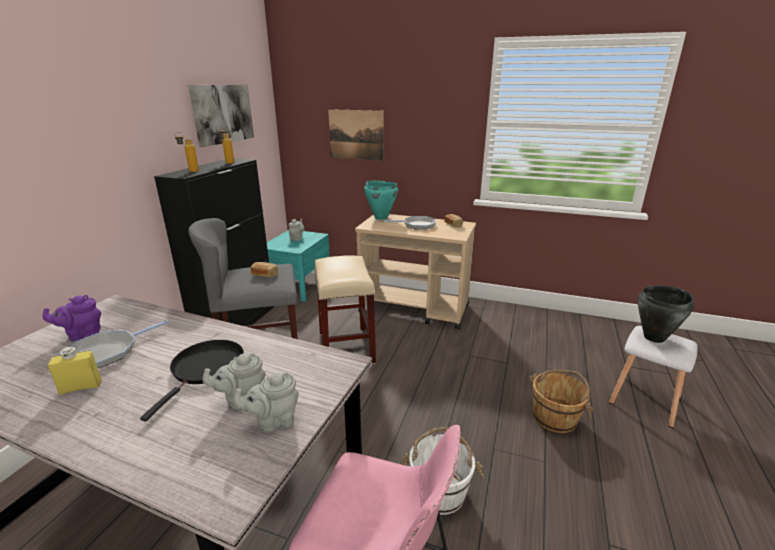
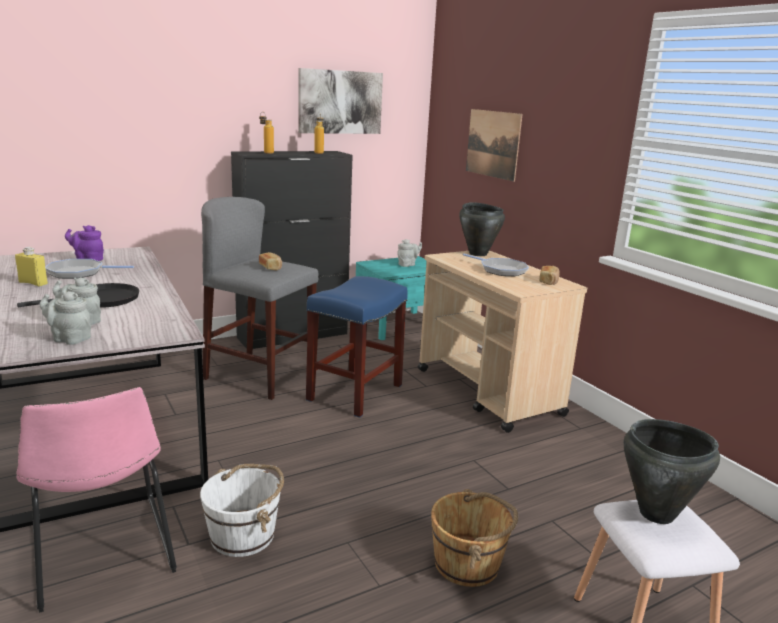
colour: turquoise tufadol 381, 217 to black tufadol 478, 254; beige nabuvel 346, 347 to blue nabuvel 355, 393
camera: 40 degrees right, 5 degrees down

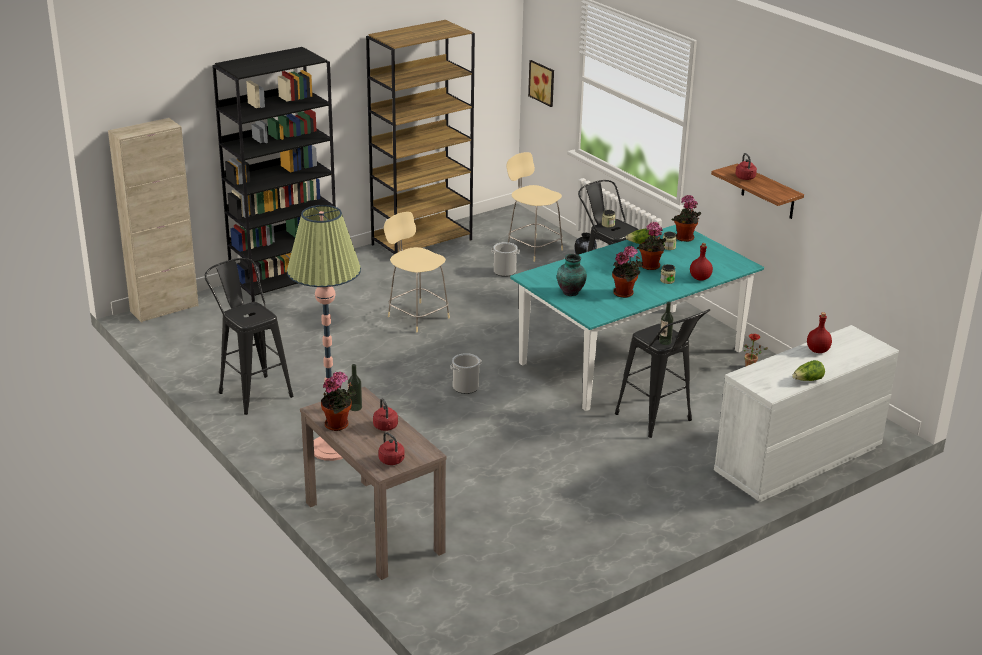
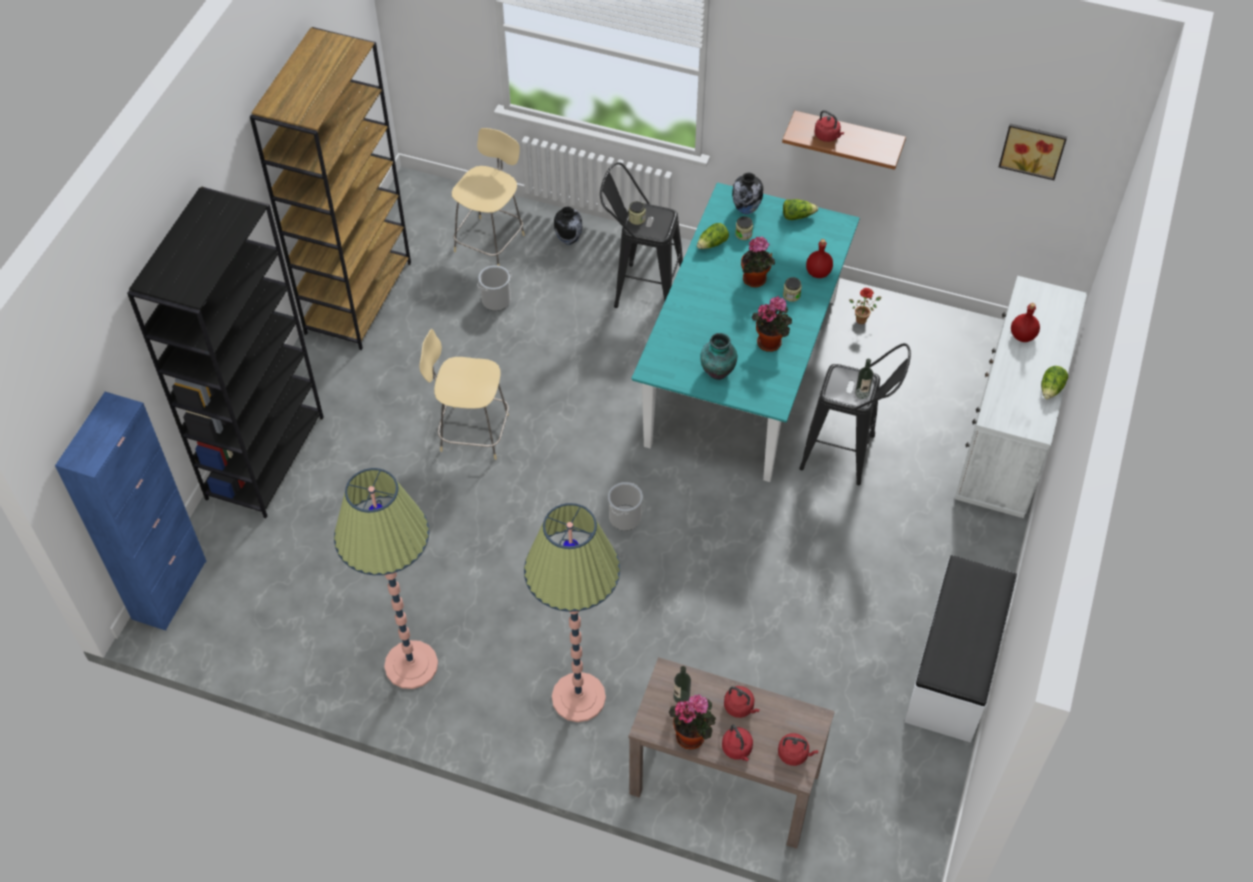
appeared: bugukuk 797, 216; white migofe 955, 667; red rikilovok 737, 749
relocated: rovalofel 543, 82 to 1033, 149
exchanged: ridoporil 684, 239 to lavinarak 746, 210; black nabuvel 252, 391 to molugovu 411, 665
colour: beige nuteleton 164, 309 to blue nuteleton 169, 590
spun: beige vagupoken 533, 248 = 491, 241 105 degrees clockwise
camera: 35 degrees left, 25 degrees up

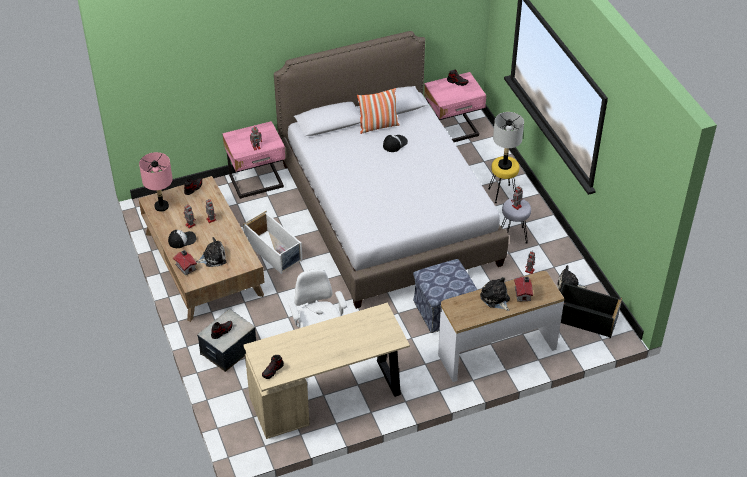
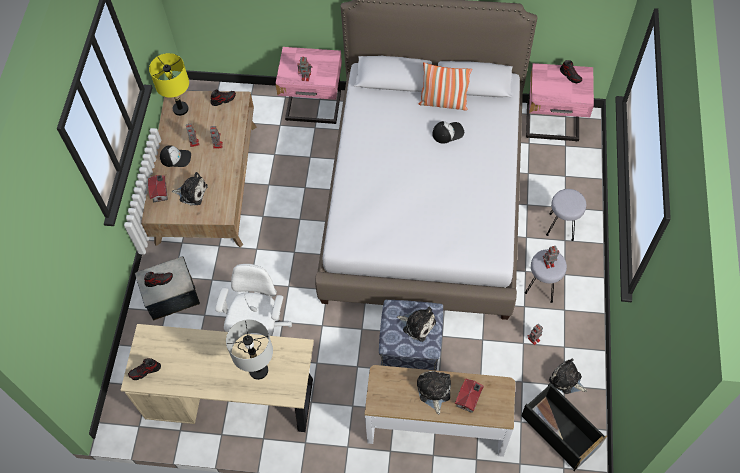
missing: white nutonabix 274, 252
appeared: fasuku 417, 324
relocated: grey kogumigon 505, 165 to 258, 370
colour: pink kogumigon 161, 206 to yellow kogumigon 181, 109; yellow nabuvel 503, 194 to grey nabuvel 562, 227
camera: 30 degrees right, 15 degrees up

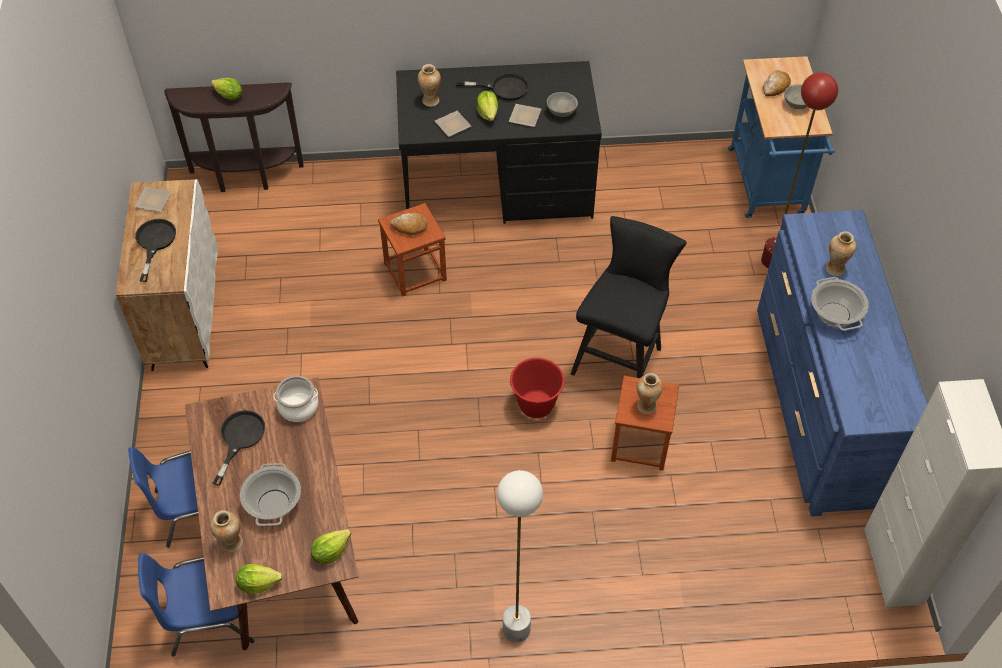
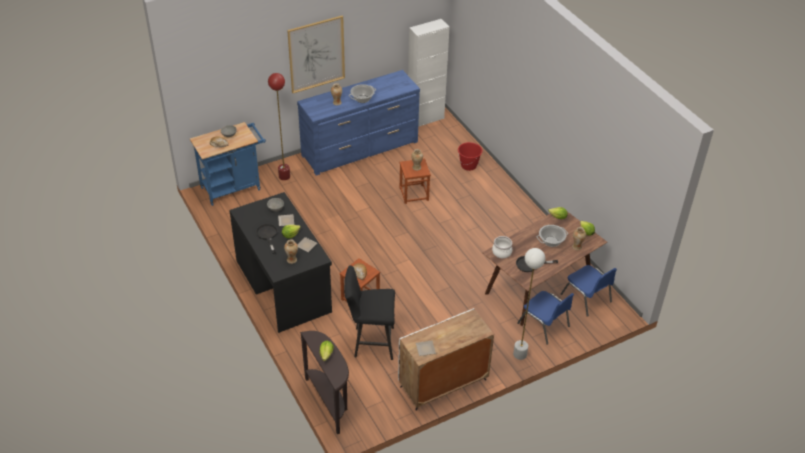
missing: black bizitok 154, 243
appeared: rovalofel 316, 54
relocated: black nabuvel 620, 357 to 370, 342; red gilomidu 536, 405 to 468, 165; white molugovu 516, 629 to 520, 354
camera: 115 degrees left, 10 degrees down

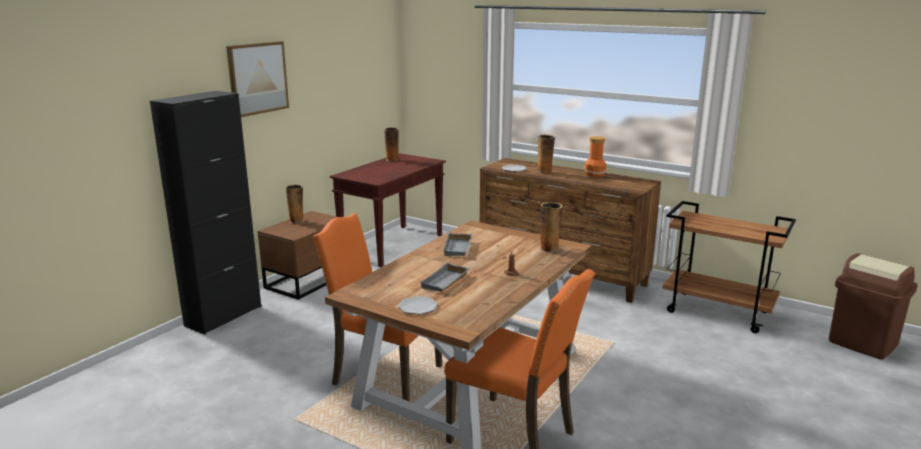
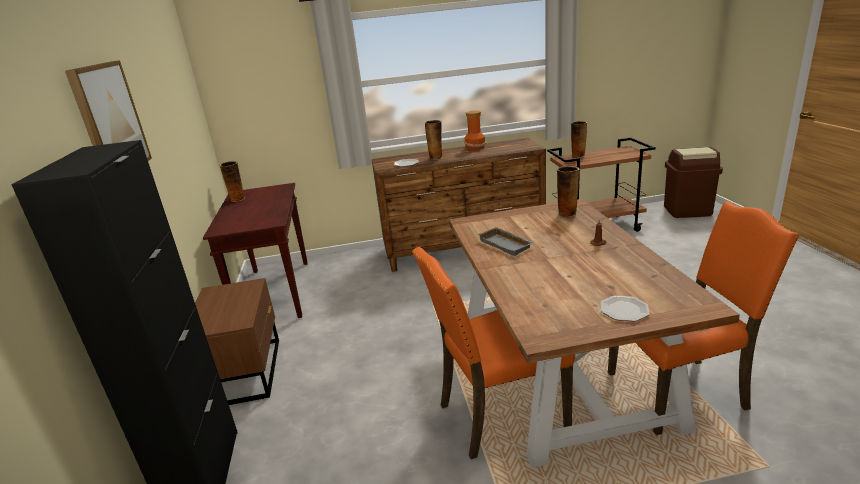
missing: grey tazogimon 446, 282
relocated: lavinarak 297, 221 to 578, 156
camera: 40 degrees left, 5 degrees up

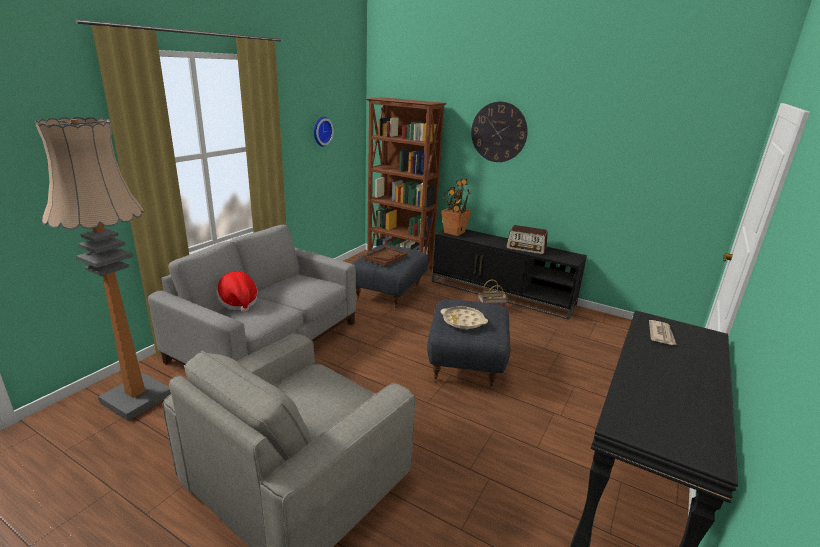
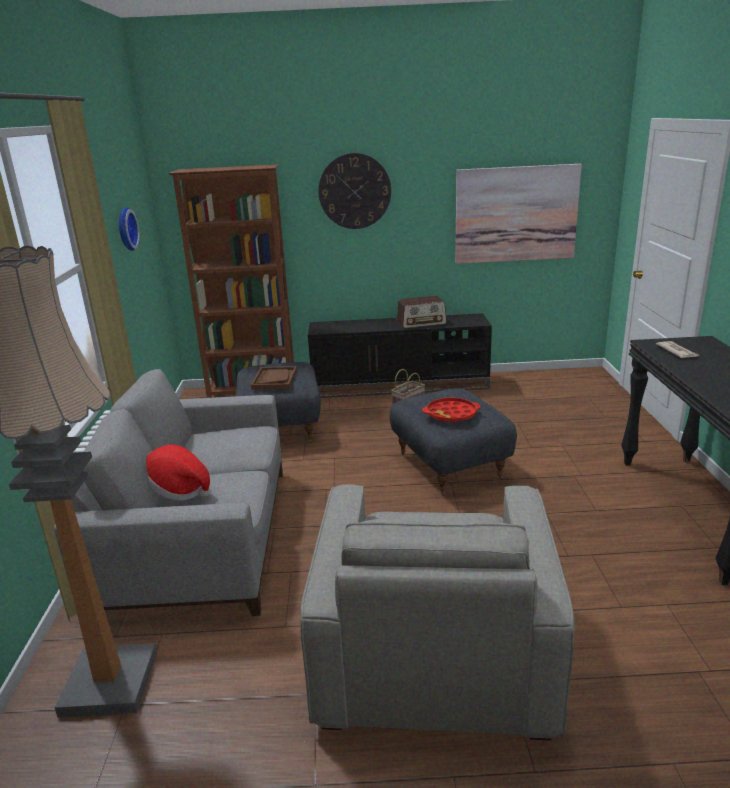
missing: ridoporil 454, 232
appeared: rovalofel 516, 214
colour: beige tazogimon 463, 321 to red tazogimon 451, 414
camera: 30 degrees left, 0 degrees up

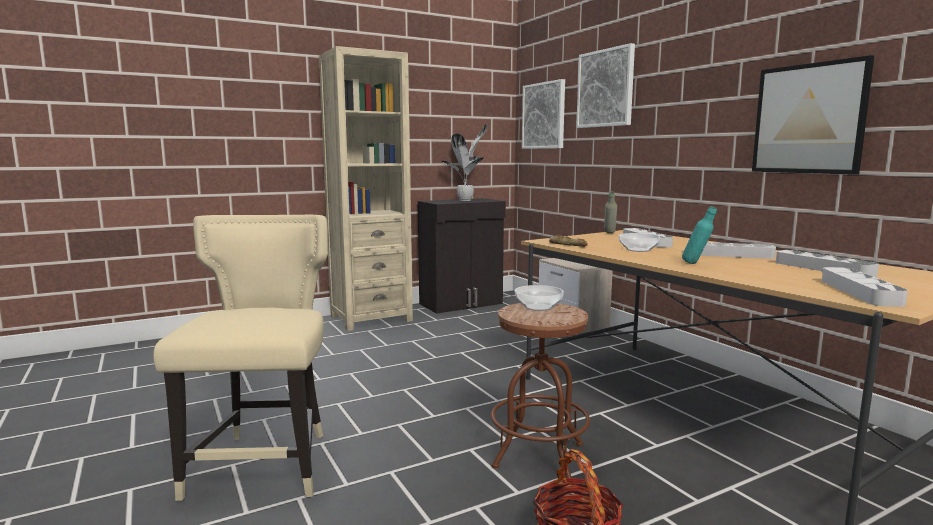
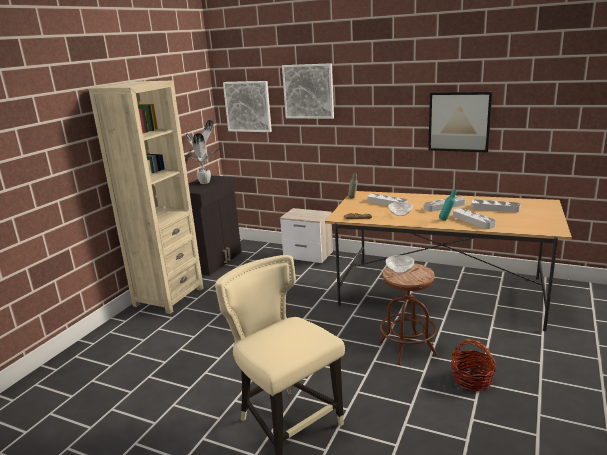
relocated: grey tazogimon 859, 292 to 473, 221
camera: 35 degrees left, 10 degrees up

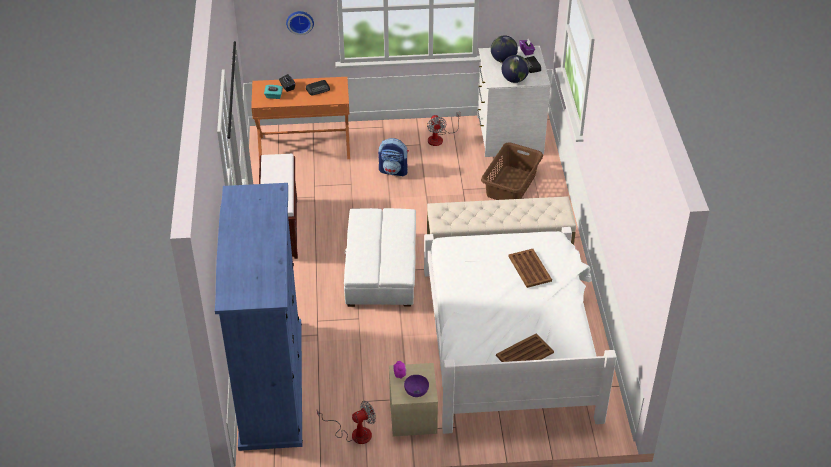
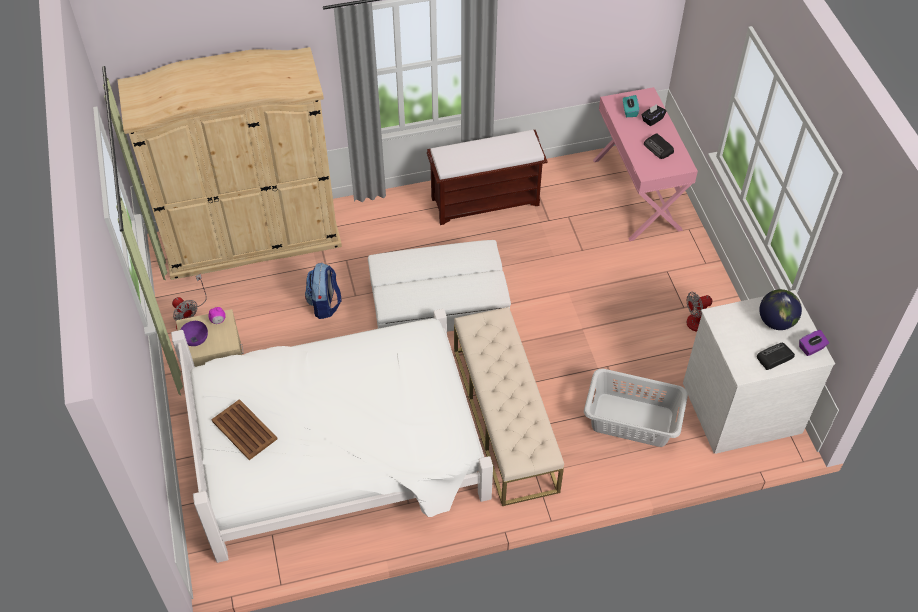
missing: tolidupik 300, 21; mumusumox 514, 80; brown tazogimon 529, 269
relocated: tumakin 394, 171 to 325, 304
colour: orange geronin 304, 147 to pink geronin 637, 194; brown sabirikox 511, 185 to grey sabirikox 632, 421; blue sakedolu 271, 383 to beige sakedolu 252, 239
camera: 80 degrees right, 10 degrees up

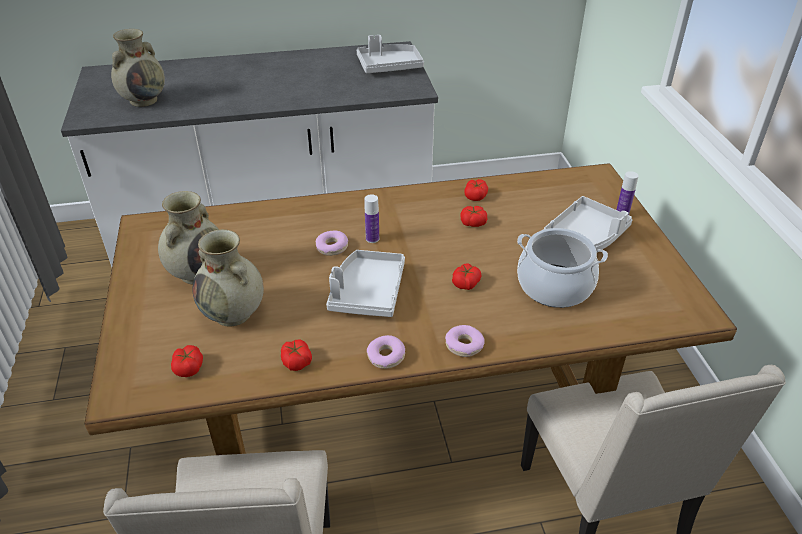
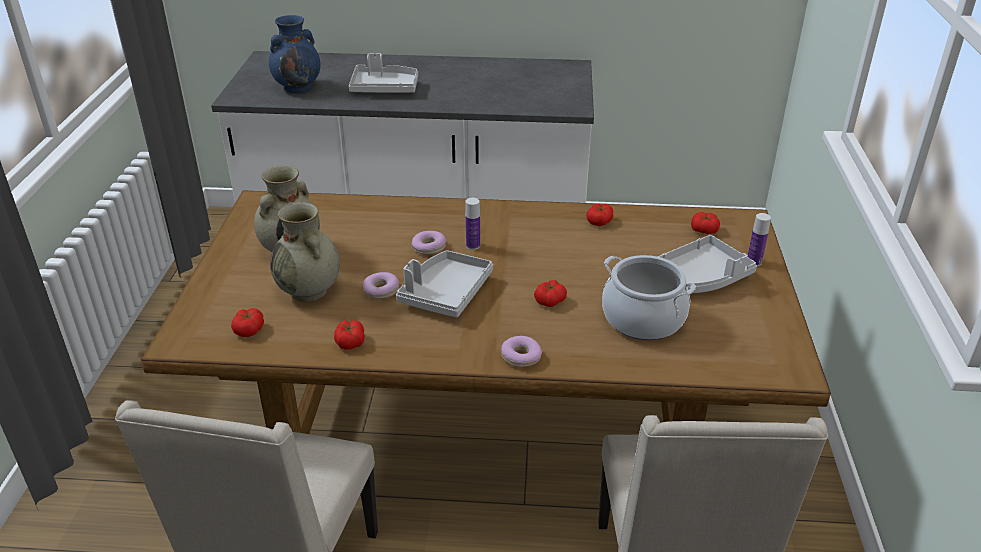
relocated: grey tazogimon 389, 66 to 384, 88; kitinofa 473, 223 to 704, 230; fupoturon 386, 356 to 381, 290
colour: beige lavinarak 144, 100 to blue lavinarak 298, 87
camera: 15 degrees right, 5 degrees down

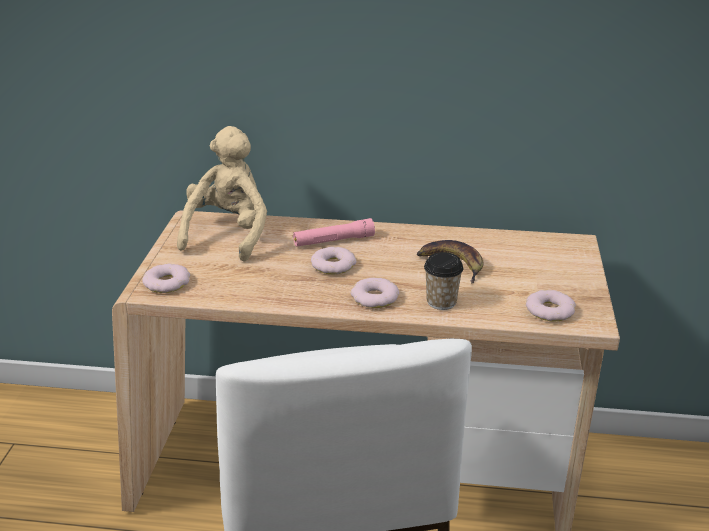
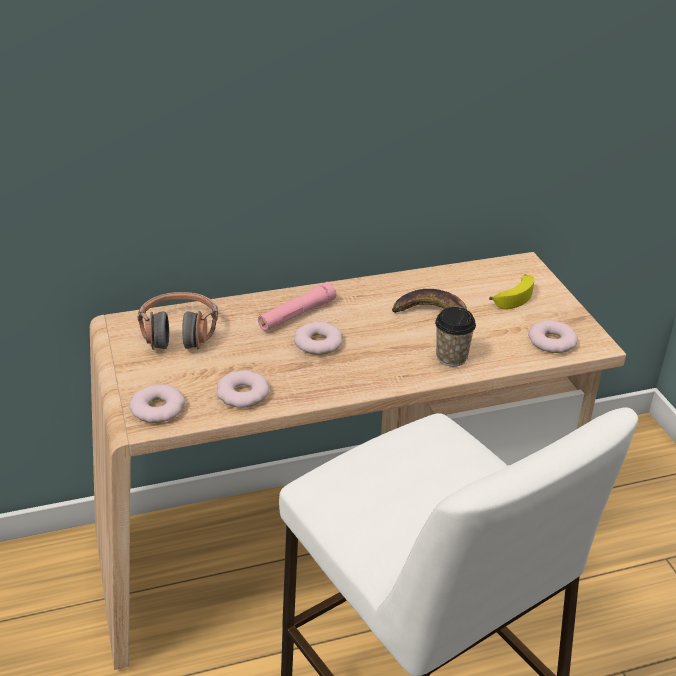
appeared: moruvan 514, 296
relocated: fupoturon 375, 298 to 243, 394
exchanged: beige fasuku 228, 234 to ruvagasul 179, 333
camera: 25 degrees left, 5 degrees up

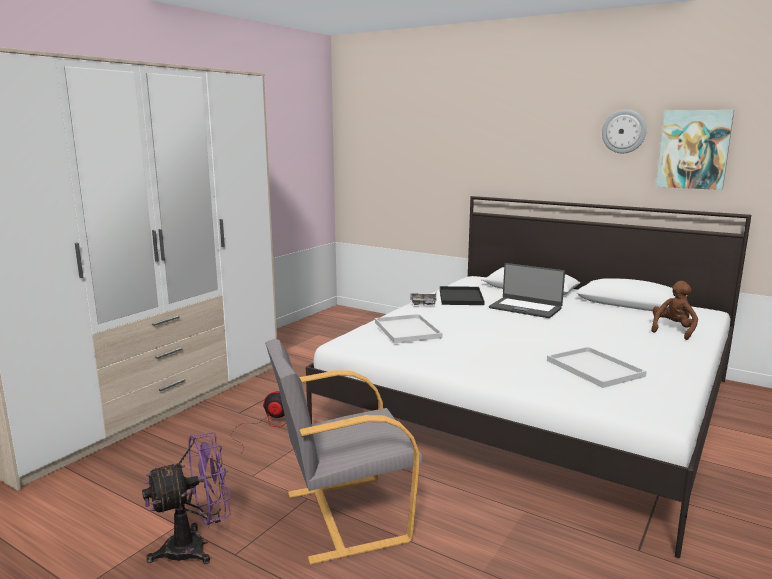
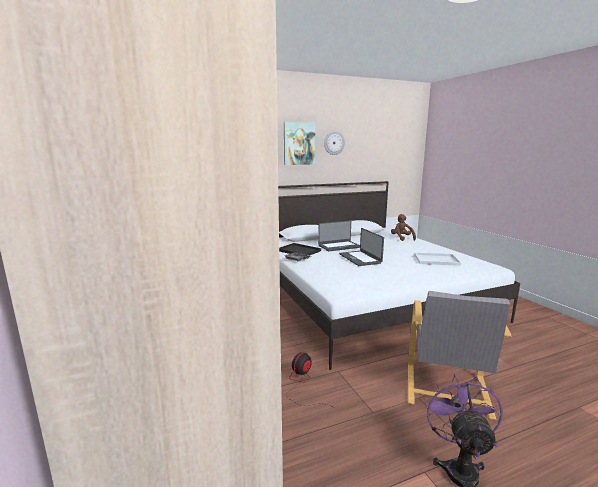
missing: white tazogimon 406, 329
appeared: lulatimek 360, 258
relocated: rovalofel 693, 149 to 299, 143
camera: 55 degrees left, 0 degrees up

